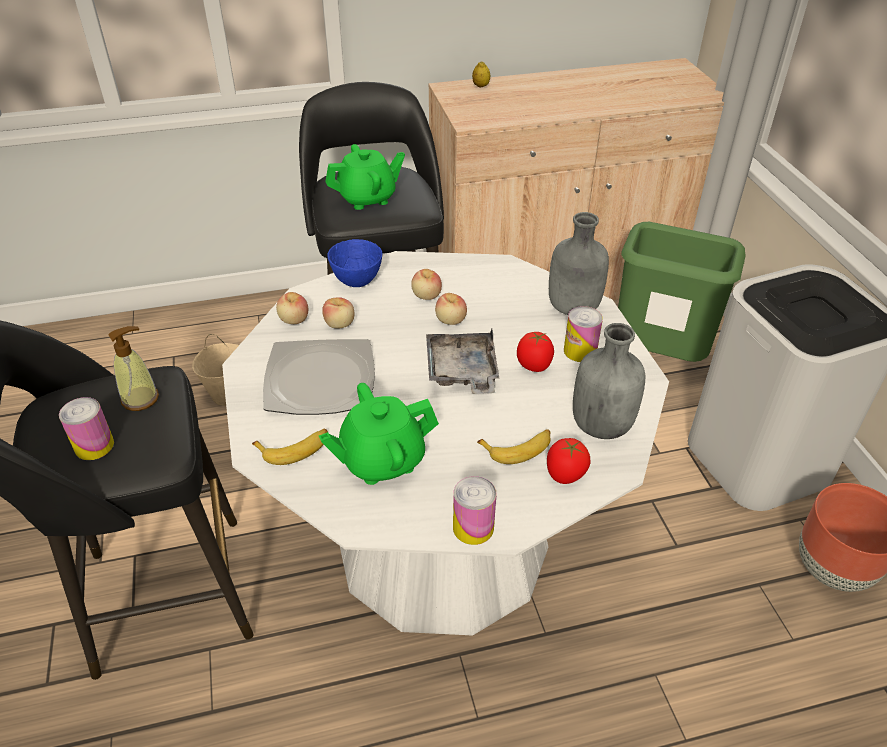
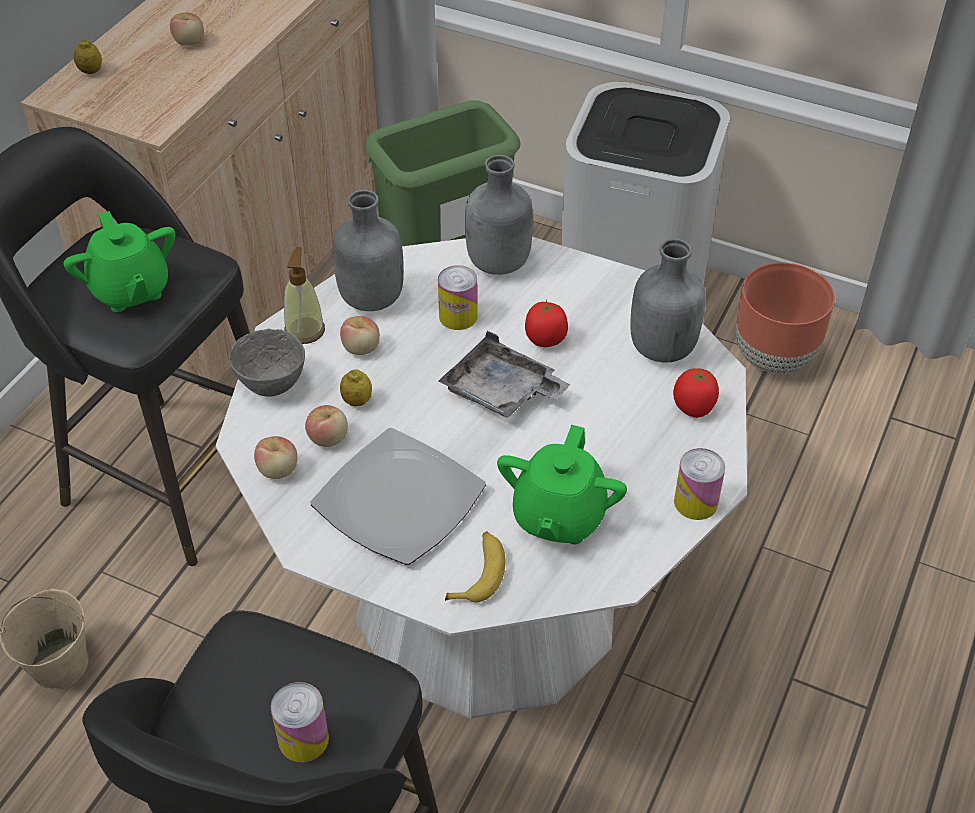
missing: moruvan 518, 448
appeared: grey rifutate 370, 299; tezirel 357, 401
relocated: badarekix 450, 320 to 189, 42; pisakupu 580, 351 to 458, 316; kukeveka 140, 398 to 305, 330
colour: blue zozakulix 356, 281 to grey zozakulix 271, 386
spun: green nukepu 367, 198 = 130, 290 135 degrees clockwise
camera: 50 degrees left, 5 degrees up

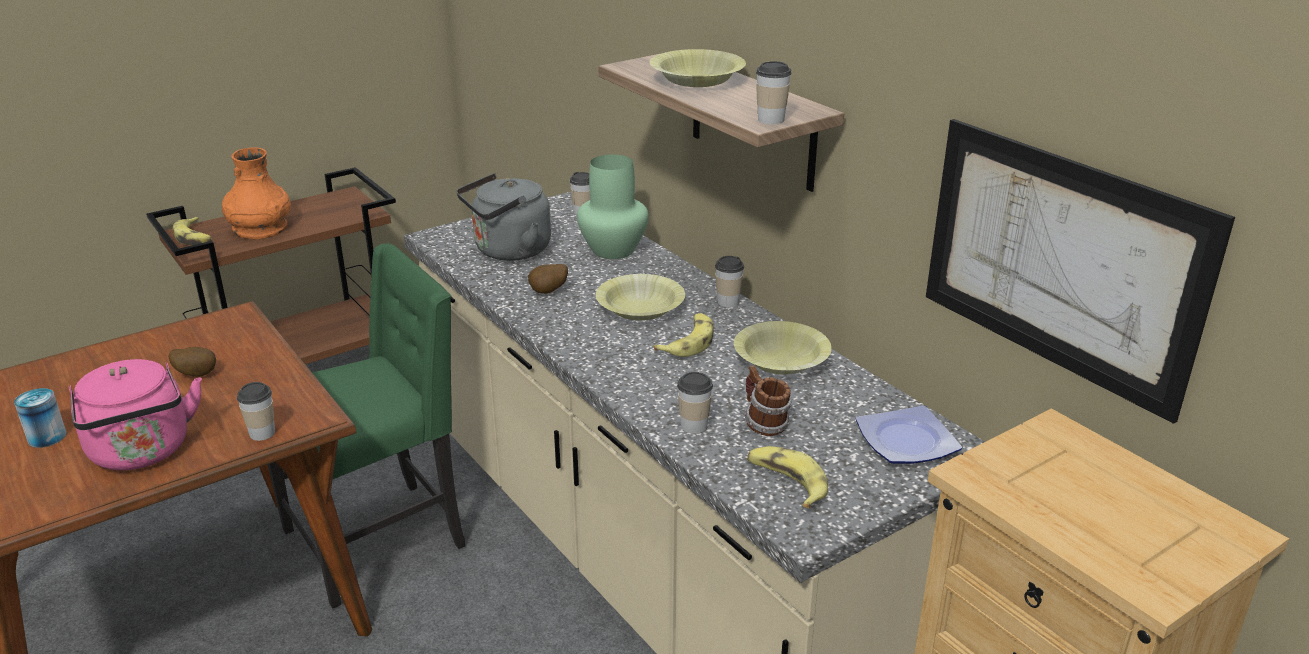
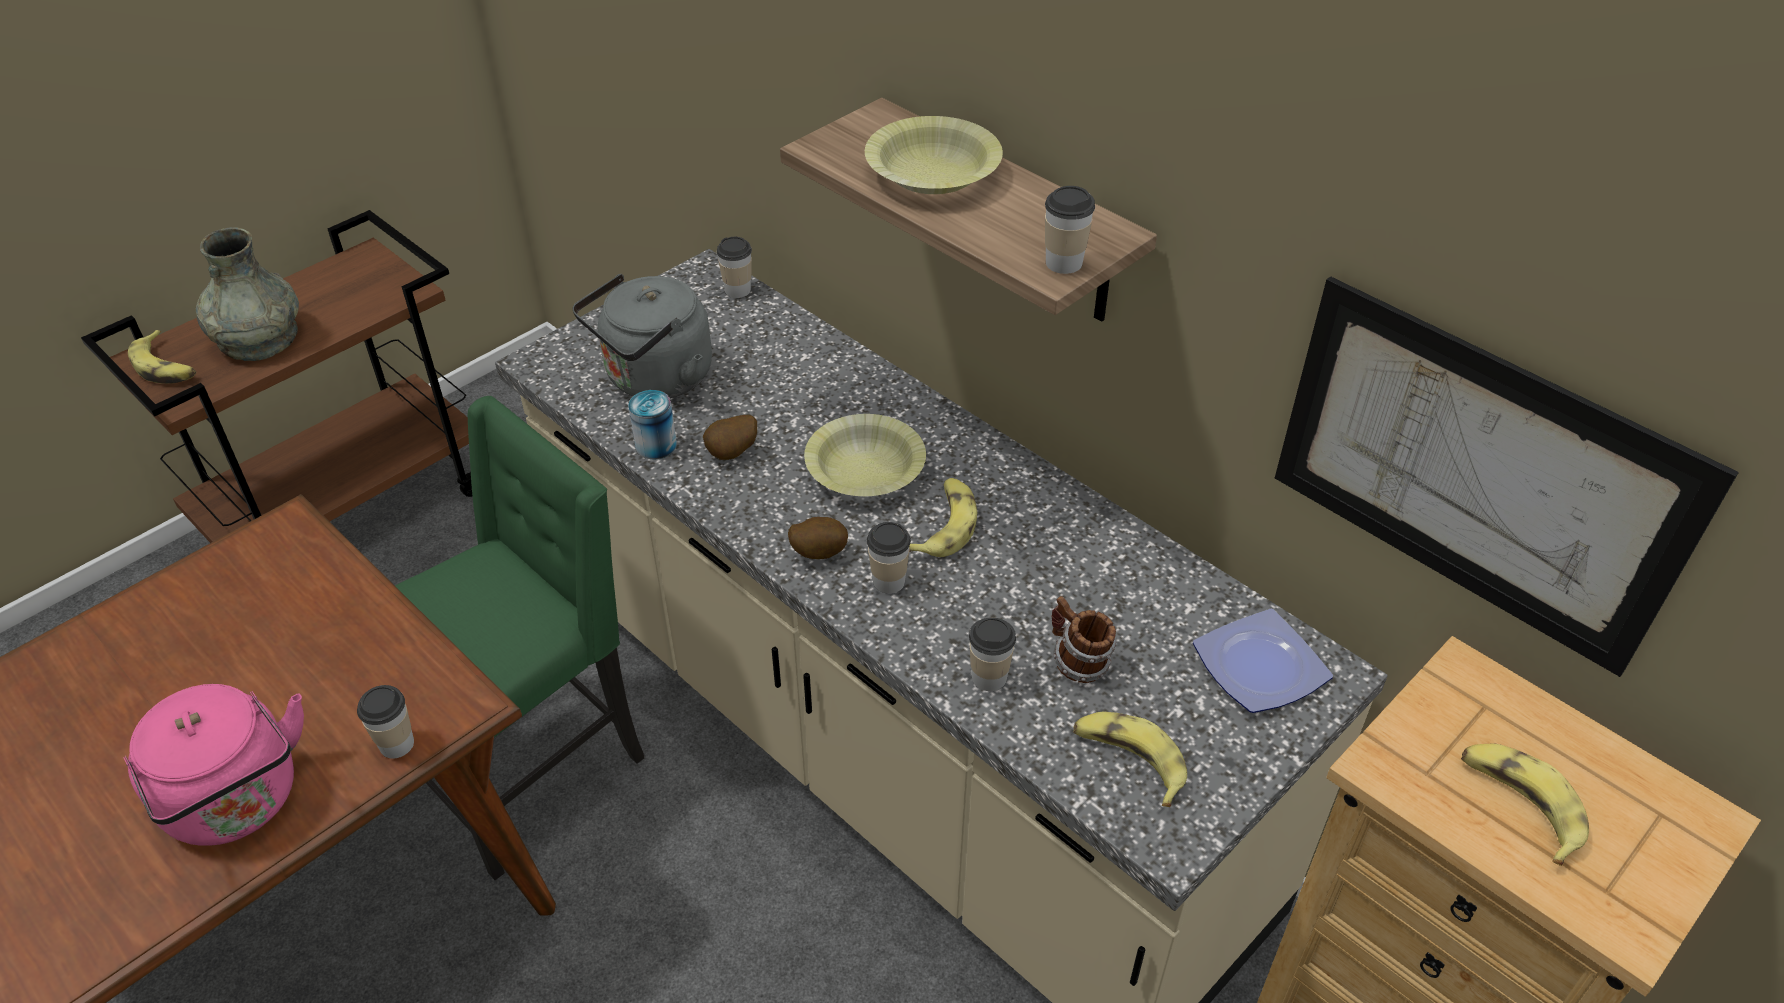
missing: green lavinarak 613, 249; yellow zozakulix 781, 361
appeared: moruvan 1519, 804
relocated: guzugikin 728, 302 to 888, 581; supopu 197, 374 to 818, 552; pisakupu 47, 437 to 656, 445
colour: orange lavinarak 260, 228 to grey lavinarak 258, 337
camera: 10 degrees left, 15 degrees up

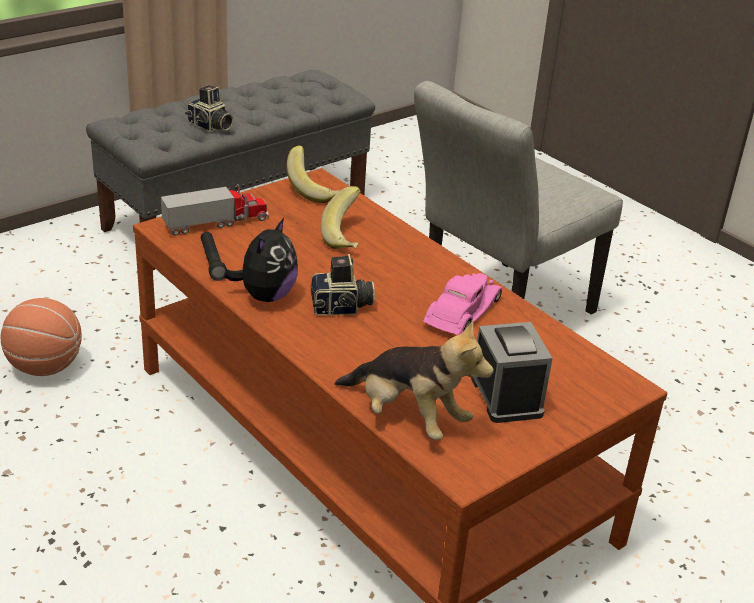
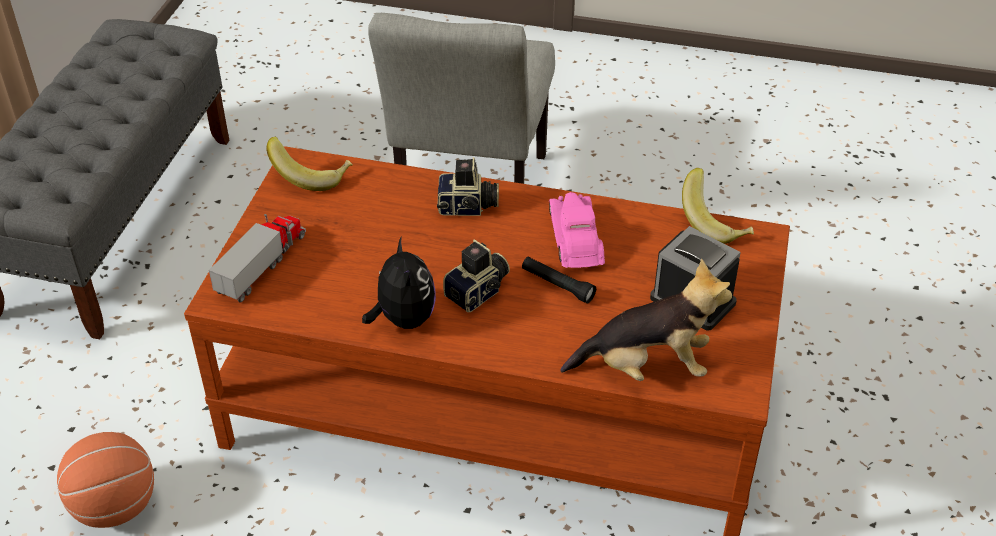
relocated: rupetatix 210, 126 to 468, 207; moruvan 347, 237 to 715, 223; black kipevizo 212, 262 to 557, 285
camera: 35 degrees left, 10 degrees up

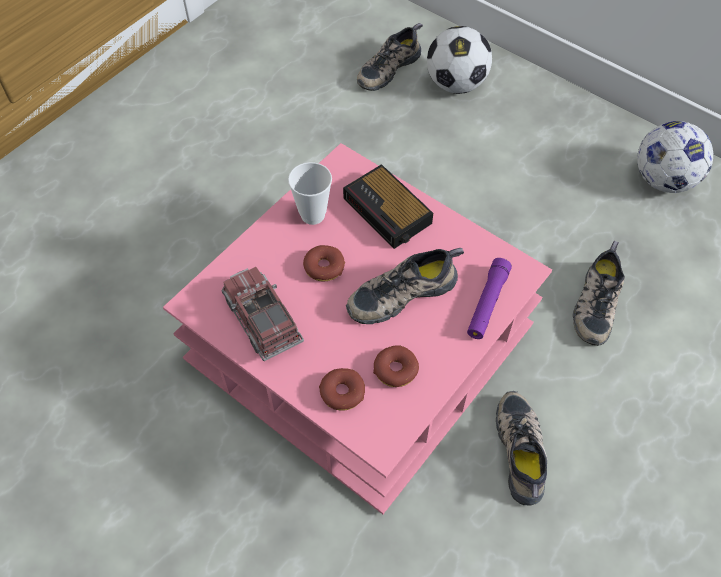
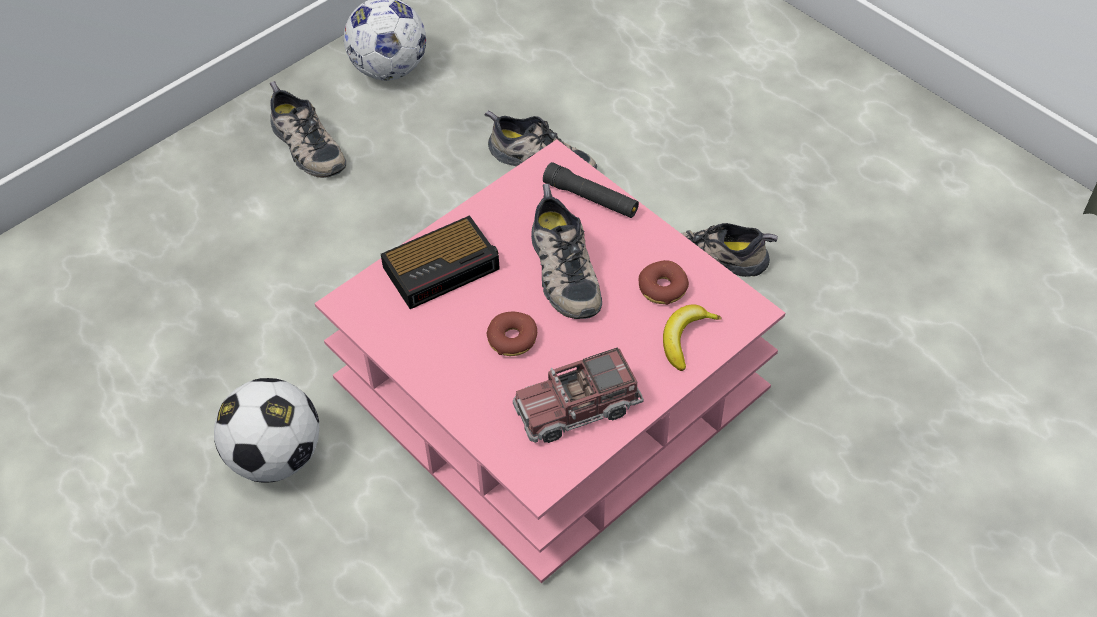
missing: guzugikin 313, 215
relocated: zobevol 388, 67 to 305, 145; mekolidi 456, 84 to 276, 456
exchanged: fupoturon 342, 393 to moruvan 685, 338
colour: purple kipevizo 487, 303 to black kipevizo 591, 198
camera: 80 degrees left, 5 degrees down

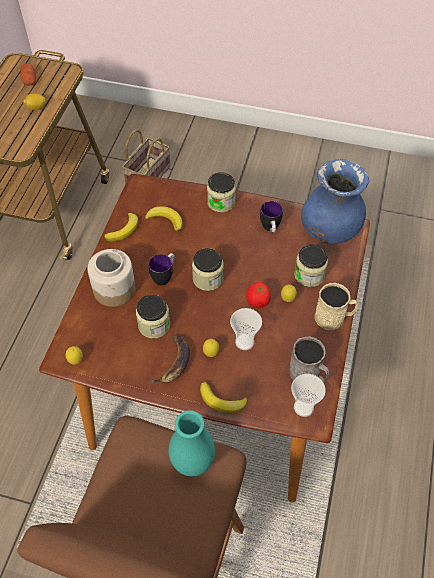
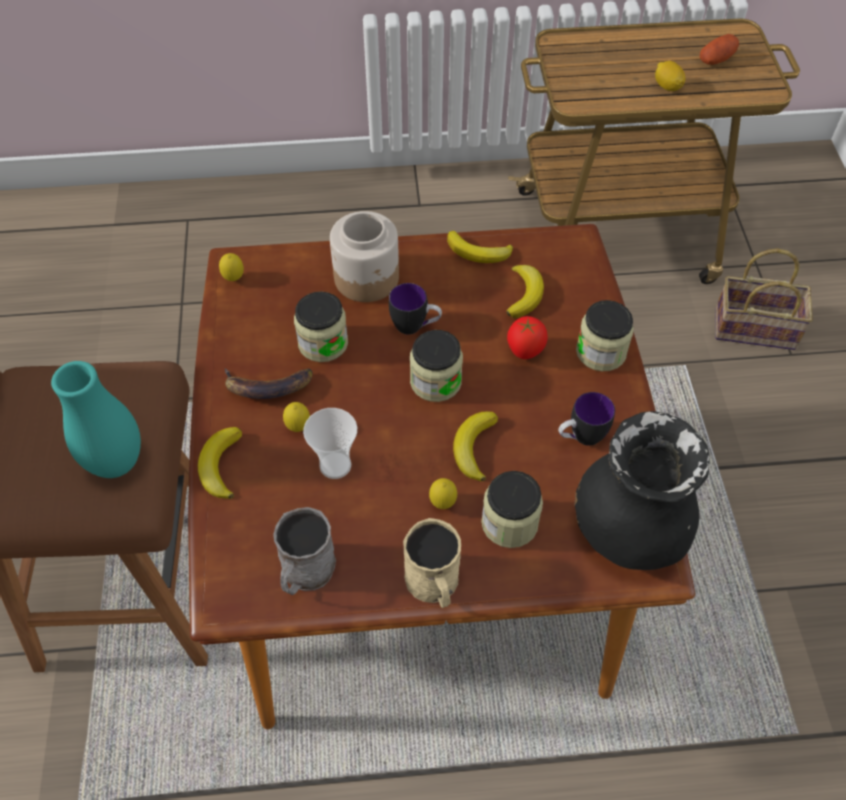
missing: guzugikin 303, 407
appeared: moruvan 474, 447
relocated: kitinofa 257, 303 to 524, 352
colour: blue lavinarak 329, 230 to black lavinarak 628, 531
camera: 70 degrees right, 0 degrees up

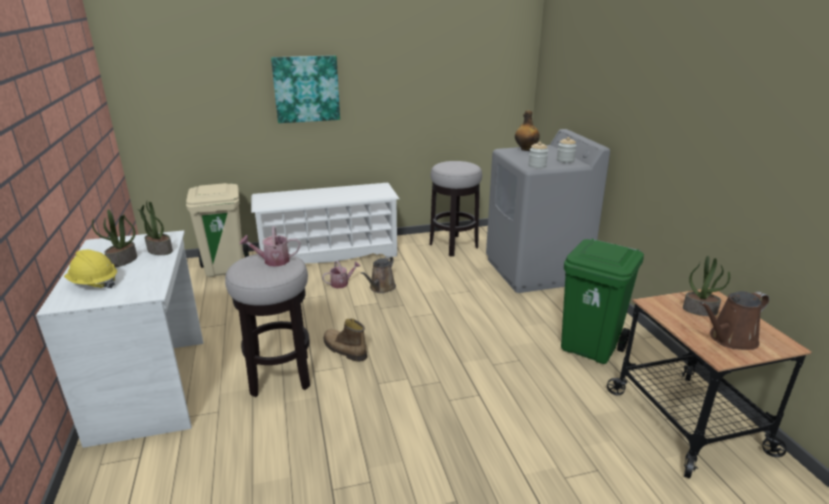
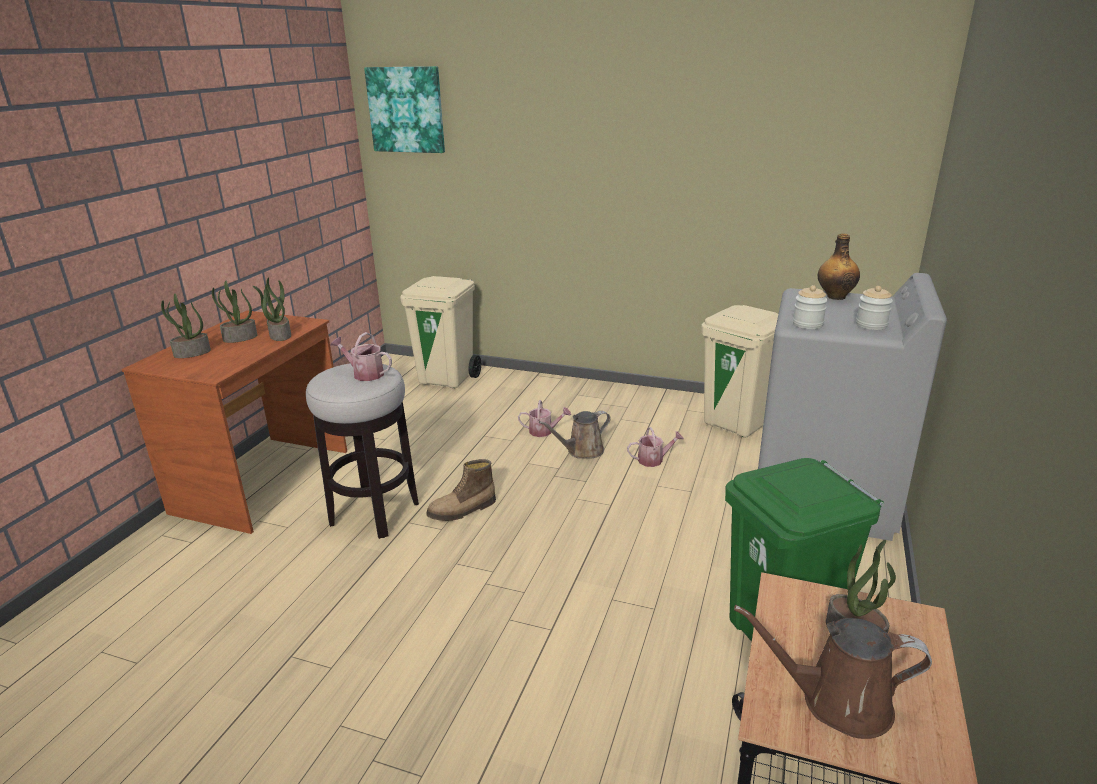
missing: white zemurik 329, 254
appeared: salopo 654, 460
relocated: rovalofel 306, 89 to 406, 110
exchanged: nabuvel 454, 245 to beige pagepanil 737, 424; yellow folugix 94, 283 to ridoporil 192, 353
colour: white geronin 152, 388 to brown geronin 264, 481
spun: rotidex 344, 350 = 462, 510 105 degrees counterclockwise
camera: 35 degrees right, 0 degrees up

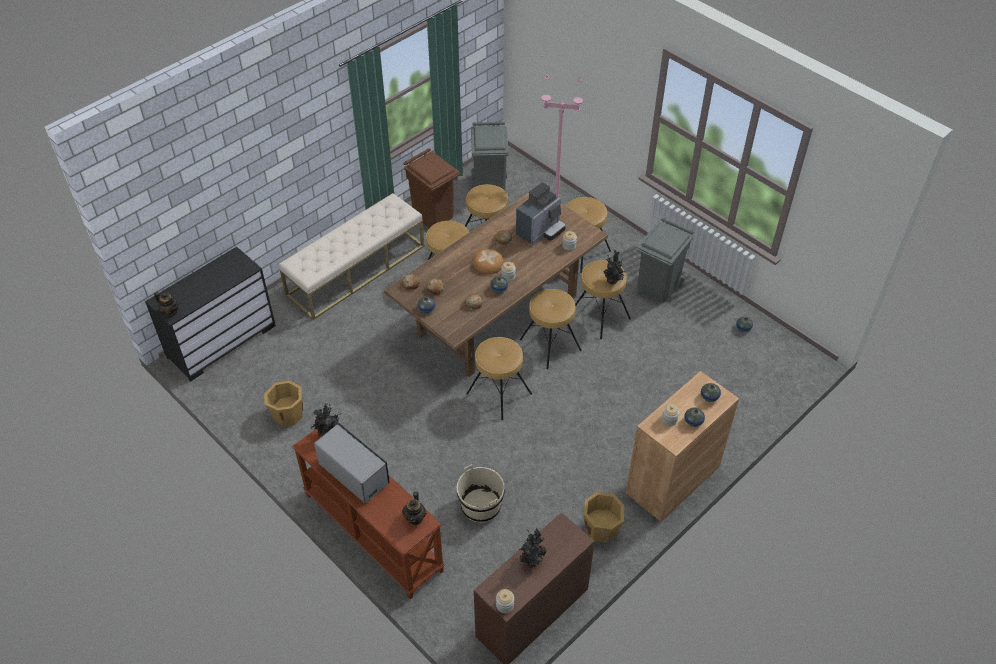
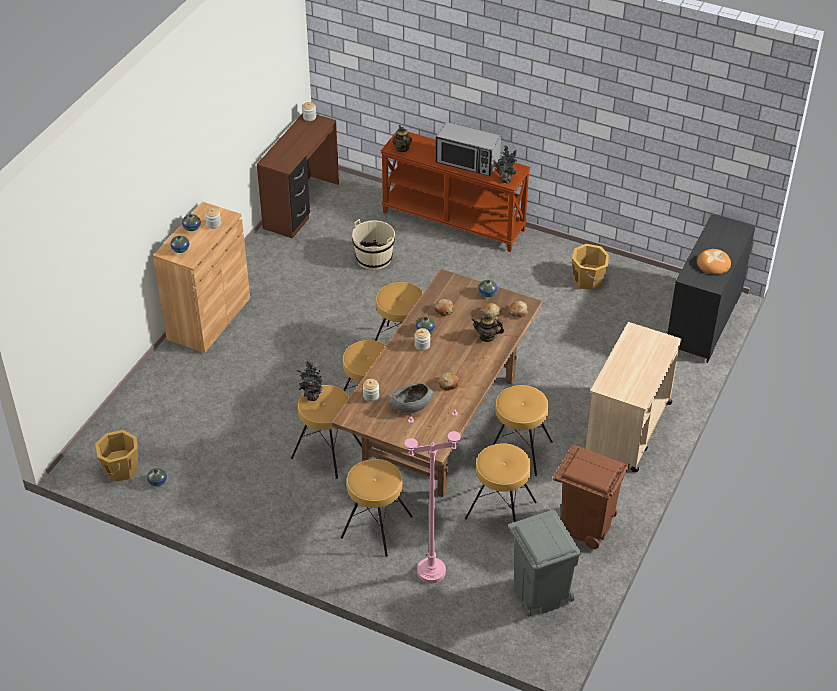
missing: grey pagepanil 658, 287; ridoporil 531, 560
relocated: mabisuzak 488, 264 to 713, 264; nukepu 170, 312 to 487, 337; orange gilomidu 602, 528 to 120, 469
exchanged: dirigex 540, 231 to grey zozakulix 411, 405; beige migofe 356, 270 to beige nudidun 627, 429
camera: 160 degrees right, 5 degrees down

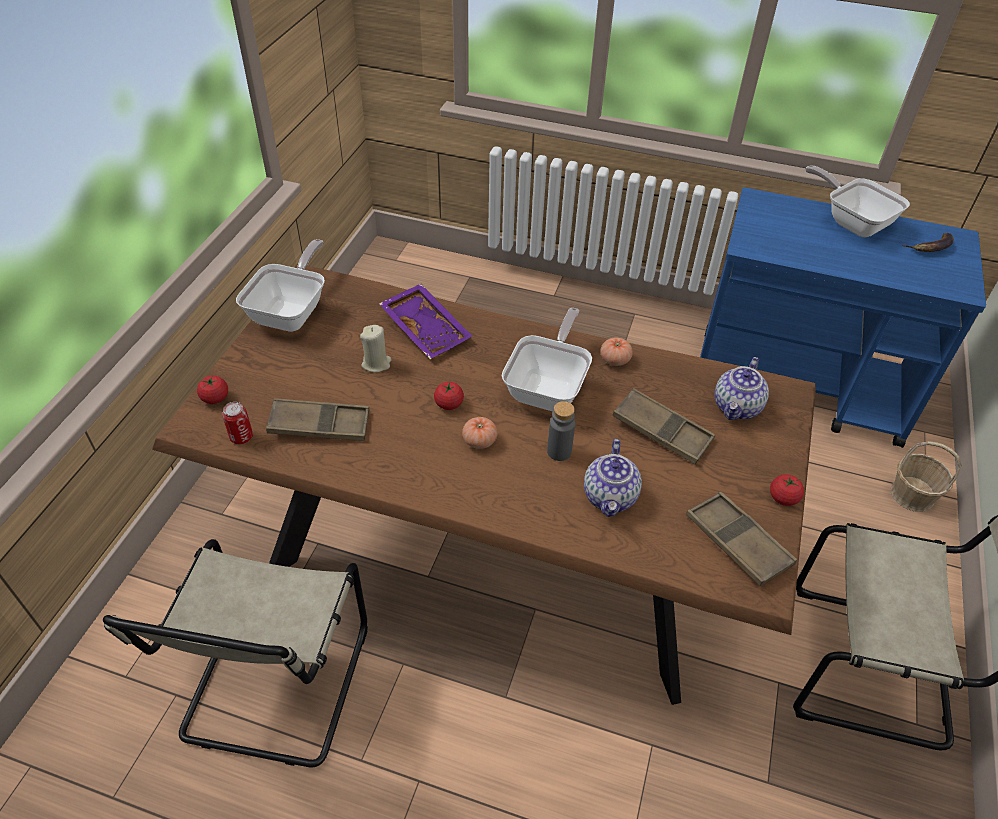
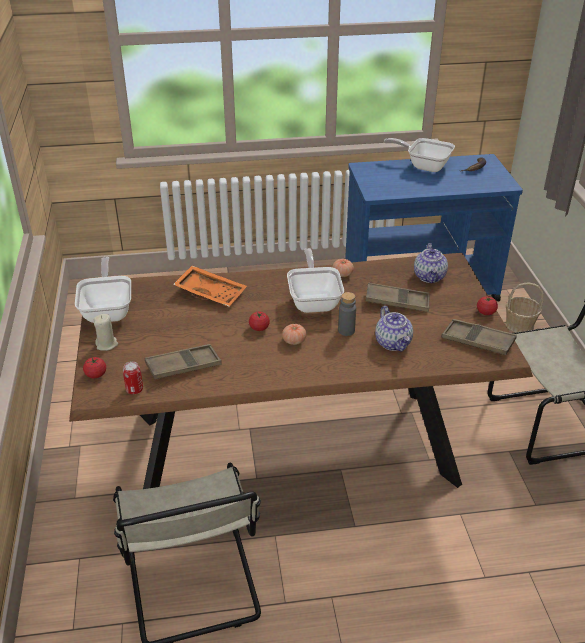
relocated: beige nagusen 376, 363 to 107, 344
colour: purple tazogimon 427, 329 to orange tazogimon 211, 292
camera: 25 degrees left, 10 degrees down

